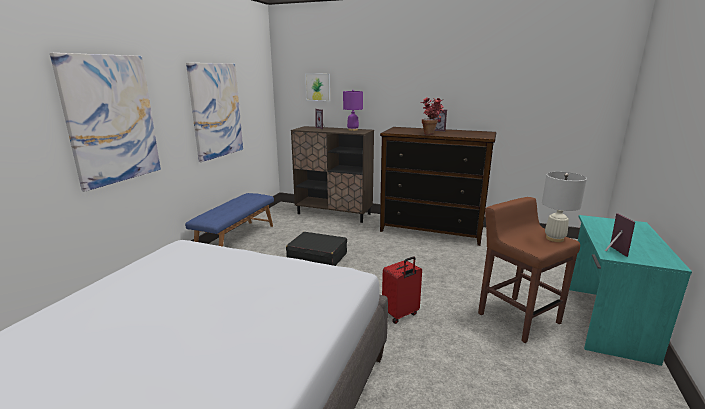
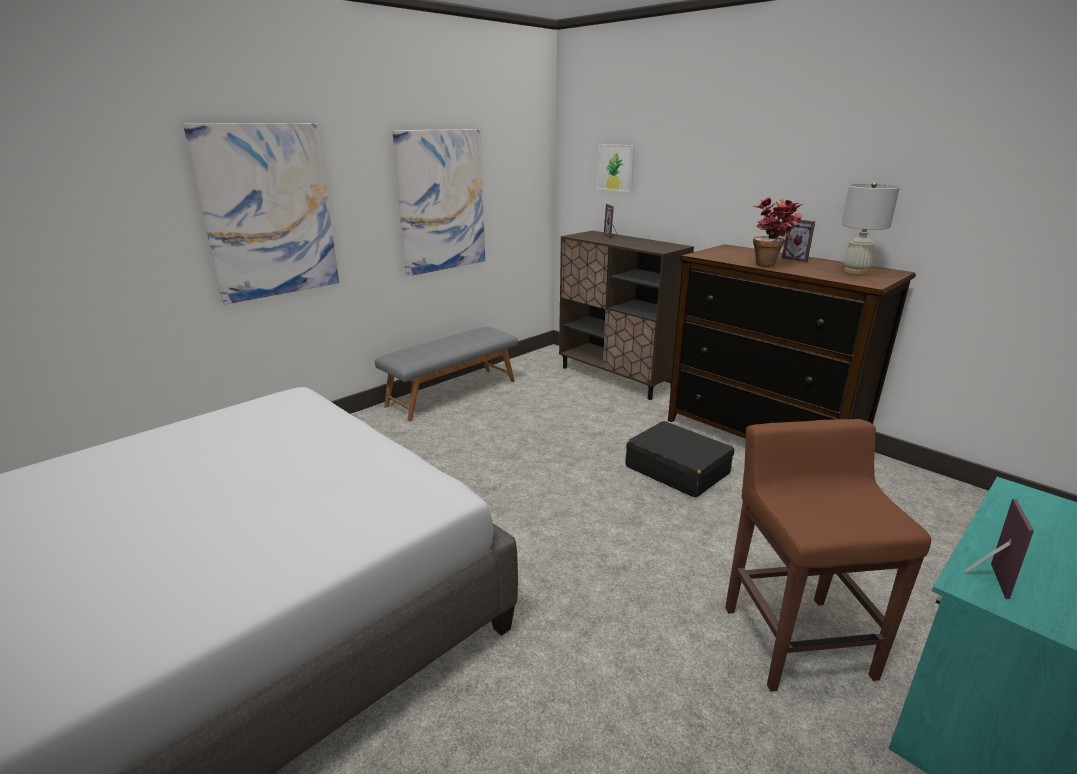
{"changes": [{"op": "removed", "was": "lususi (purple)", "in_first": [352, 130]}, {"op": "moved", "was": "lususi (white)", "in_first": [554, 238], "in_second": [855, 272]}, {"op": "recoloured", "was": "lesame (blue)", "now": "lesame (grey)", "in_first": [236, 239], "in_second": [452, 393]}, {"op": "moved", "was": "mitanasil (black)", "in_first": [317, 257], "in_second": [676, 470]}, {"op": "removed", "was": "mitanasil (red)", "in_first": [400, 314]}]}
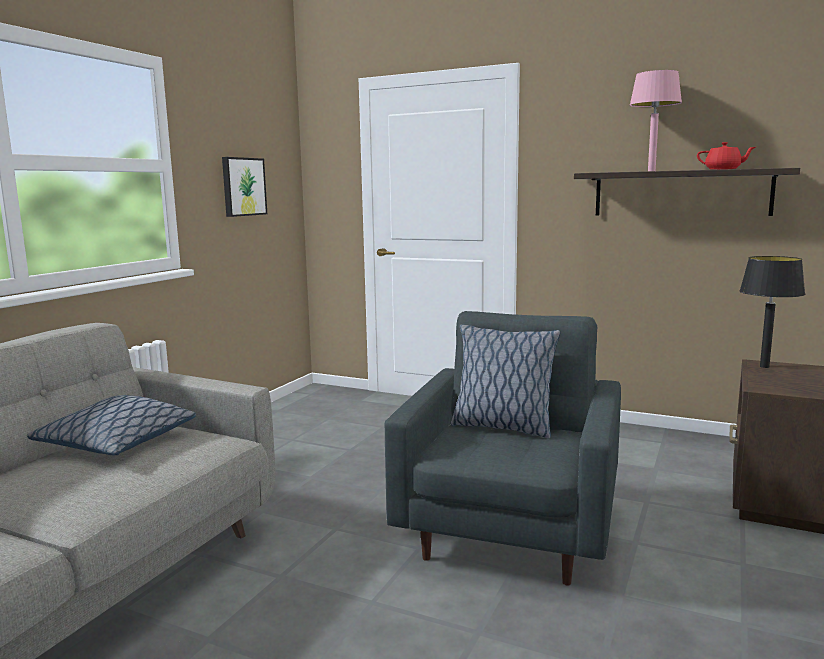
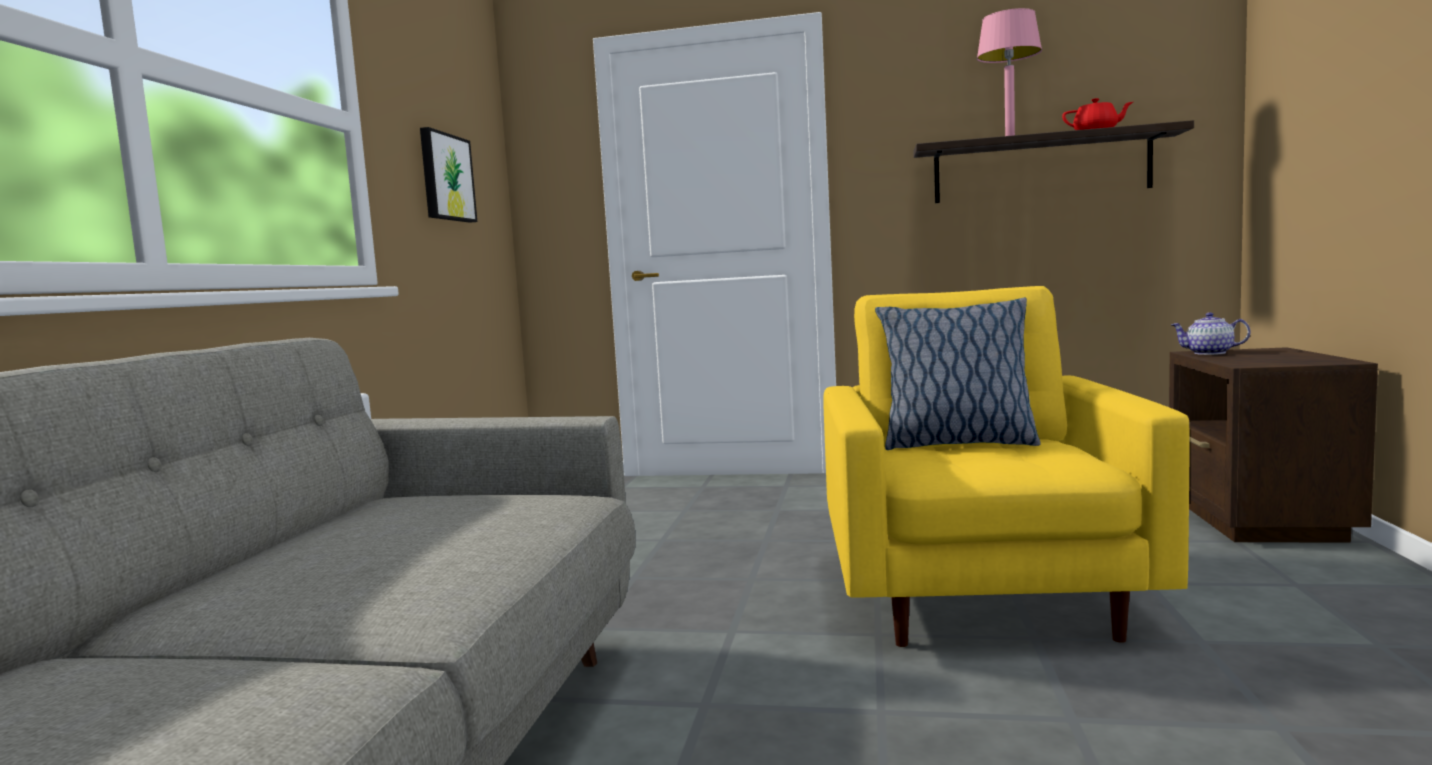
{"changes": [{"op": "replaced", "was": "lususi (black)", "now": "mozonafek", "in_first": [764, 366], "in_second": [1209, 353]}, {"op": "recoloured", "was": "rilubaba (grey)", "now": "rilubaba (yellow)", "in_first": [512, 530], "in_second": [981, 594]}, {"op": "removed", "was": "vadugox", "in_first": [118, 442]}]}
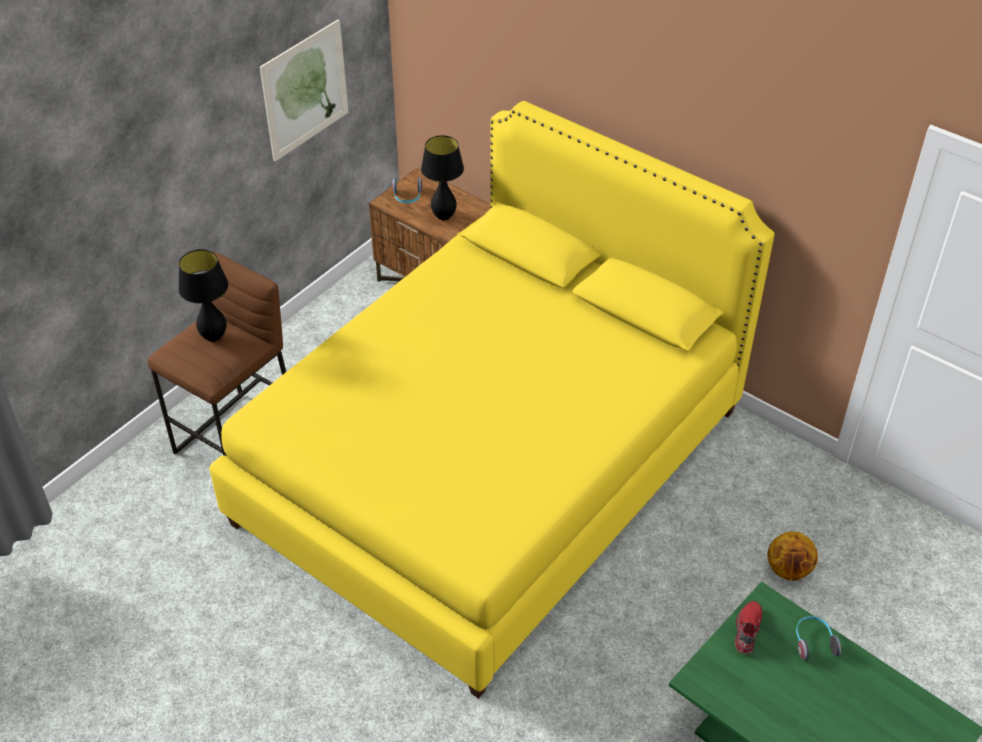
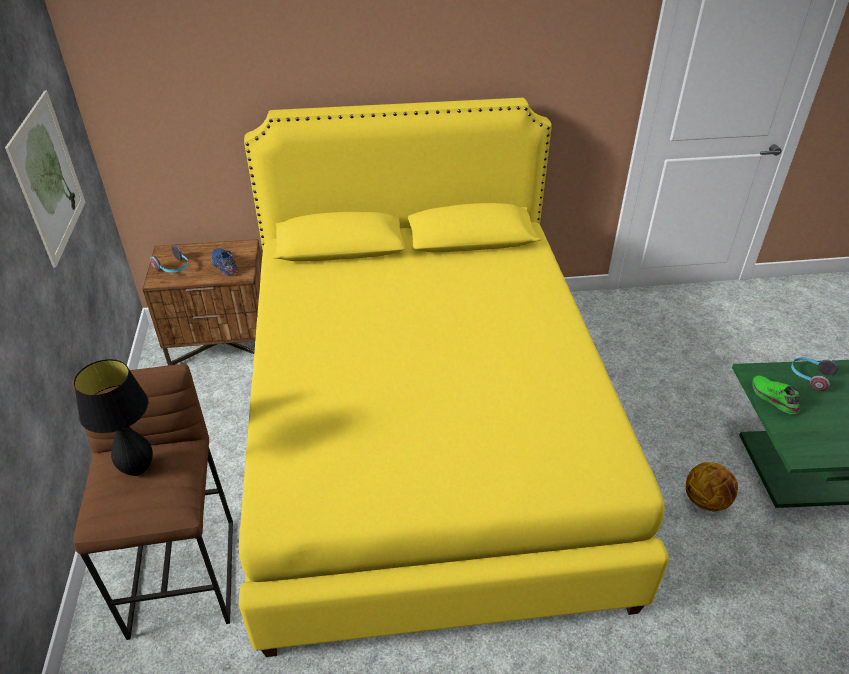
{"changes": [{"op": "replaced", "was": "lususi (black)", "now": "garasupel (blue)", "in_first": [444, 217], "in_second": [224, 265]}, {"op": "moved", "was": "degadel", "in_first": [789, 570], "in_second": [706, 501]}, {"op": "recoloured", "was": "garasupel (red)", "now": "garasupel (green)", "in_first": [746, 630], "in_second": [772, 398]}]}
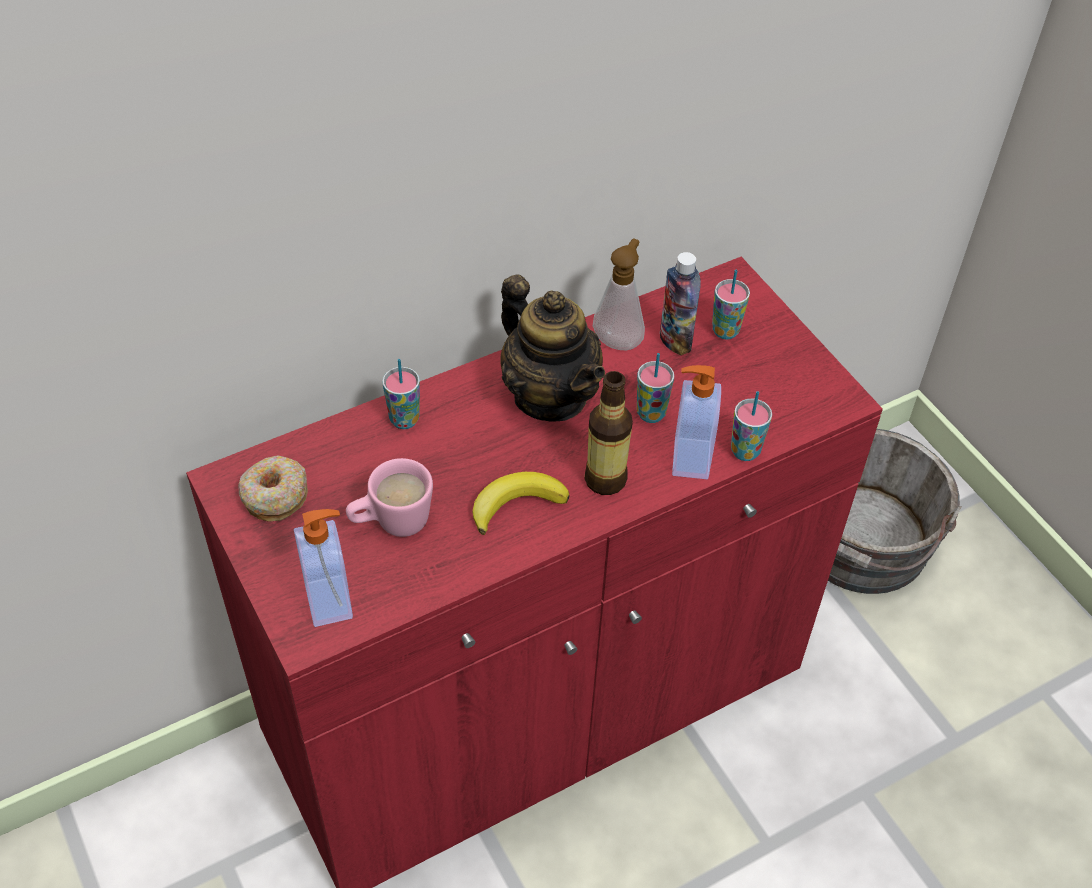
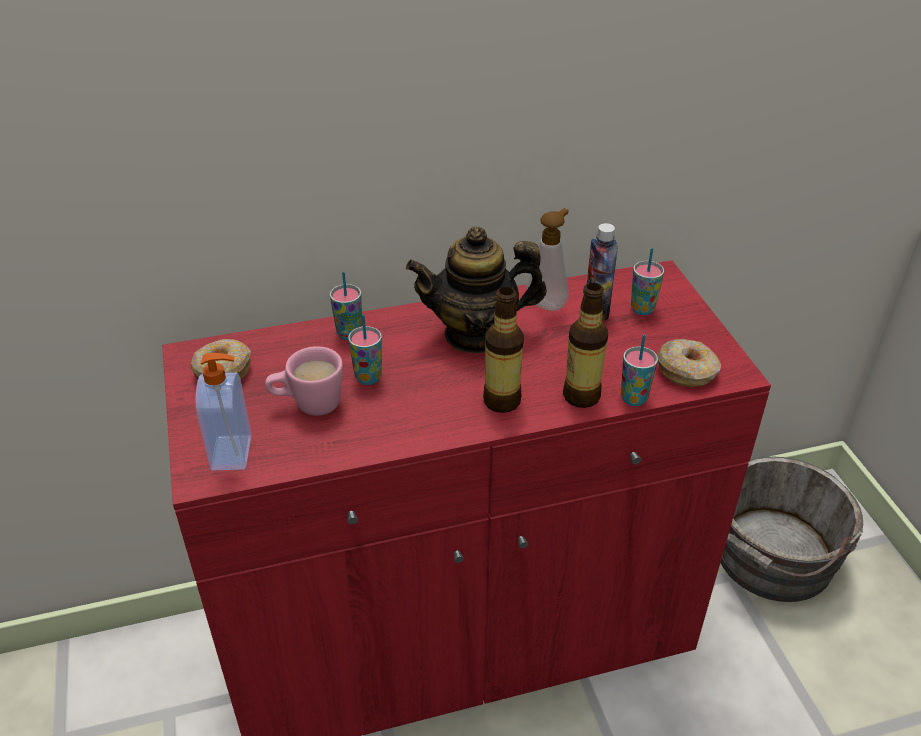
{"changes": [{"op": "turned", "was": "mozonafek", "in_first": [550, 396], "in_second": [476, 334], "clockwise": 105}, {"op": "moved", "was": "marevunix", "in_first": [651, 414], "in_second": [368, 377]}, {"op": "replaced", "was": "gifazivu", "now": "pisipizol", "in_first": [689, 458], "in_second": [581, 396]}, {"op": "removed", "was": "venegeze", "in_first": [516, 504]}, {"op": "added", "now": "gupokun", "in_second": [687, 371]}]}
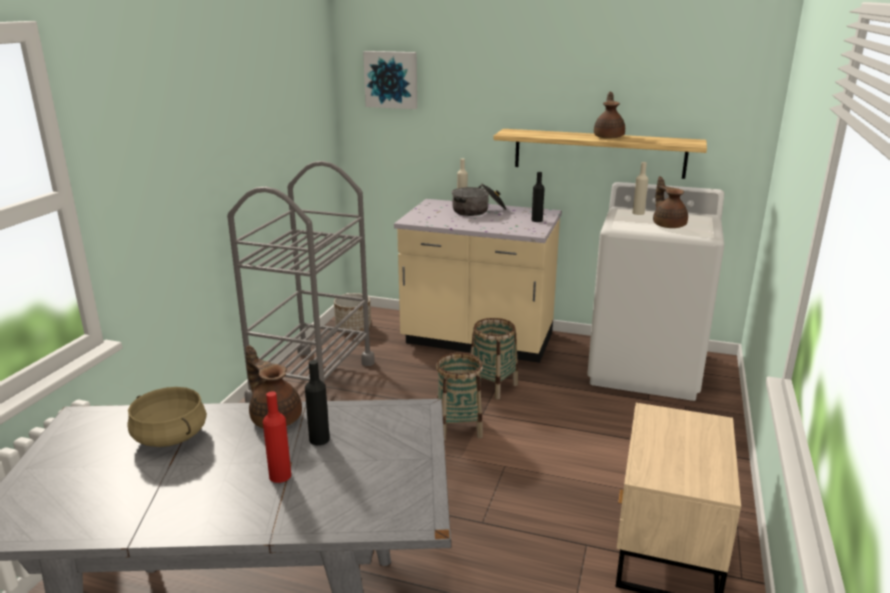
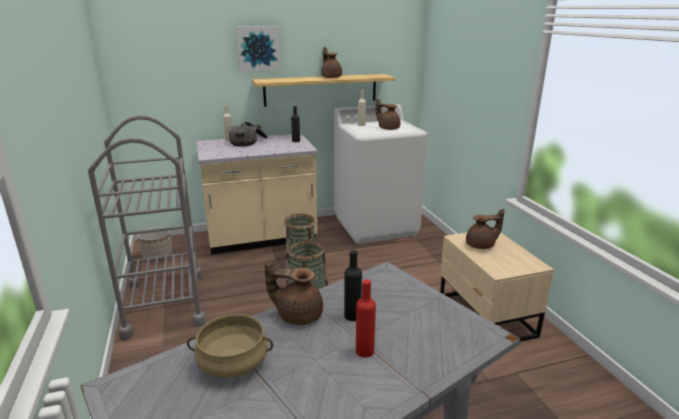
{"changes": [{"op": "moved", "was": "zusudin", "in_first": [391, 79], "in_second": [258, 48]}, {"op": "added", "now": "mozonafek (brown)", "in_second": [481, 245]}]}
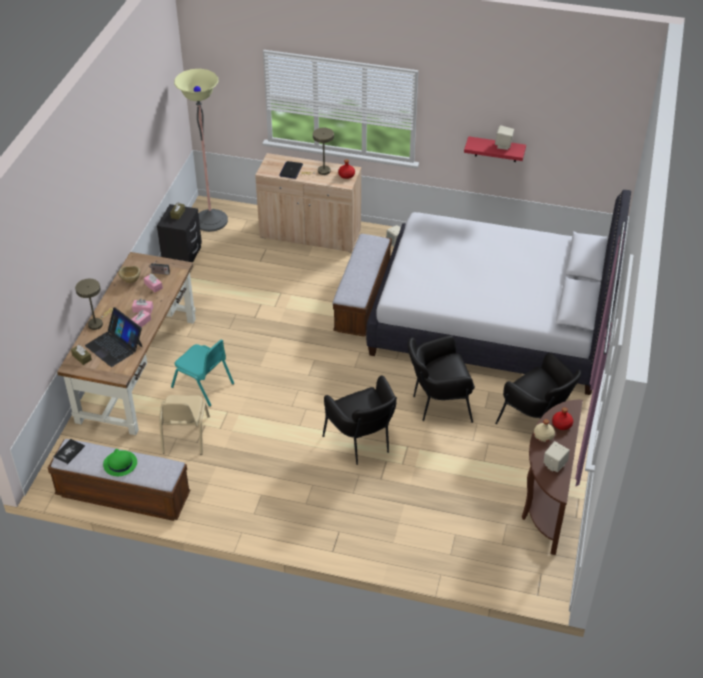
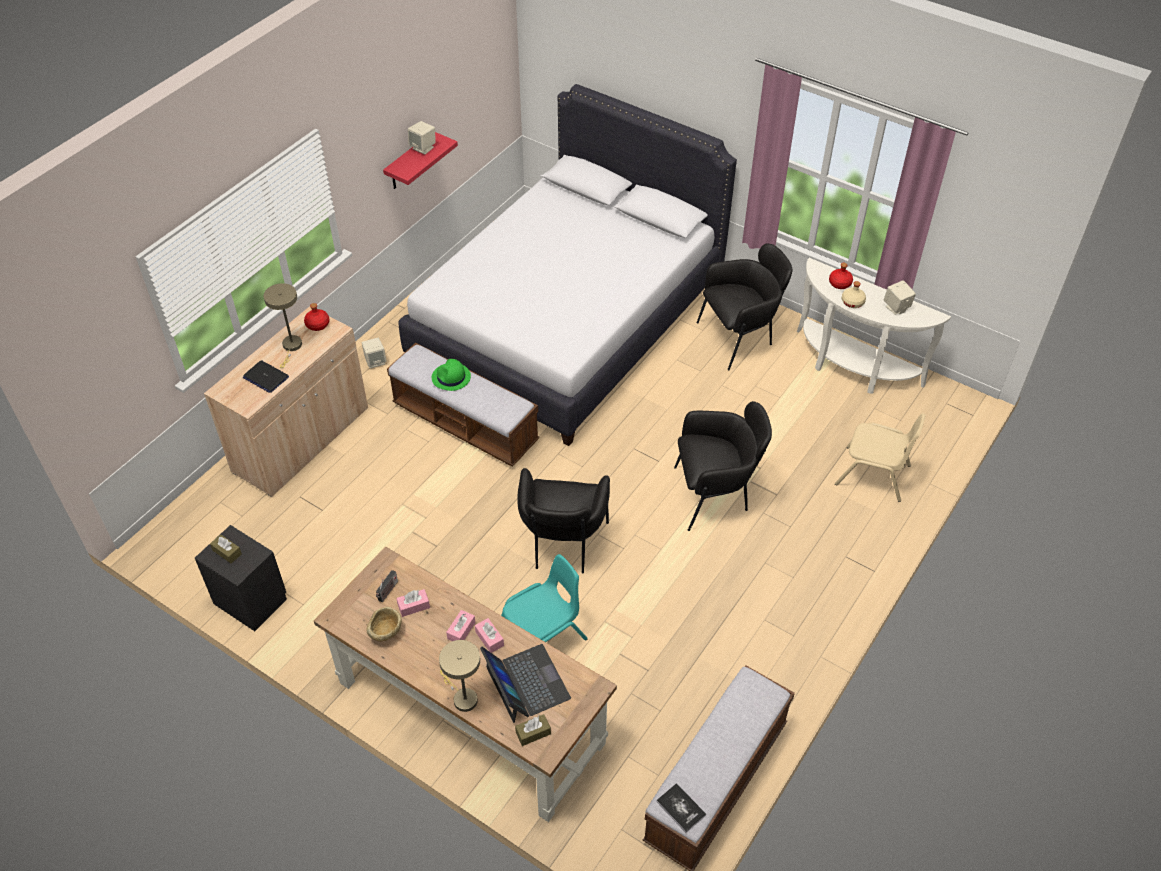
{"changes": [{"op": "removed", "was": "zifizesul", "in_first": [211, 221]}, {"op": "turned", "was": "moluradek", "in_first": [114, 346], "in_second": [526, 683], "clockwise": -90}, {"op": "moved", "was": "rilubaba (black)", "in_first": [438, 405], "in_second": [563, 547]}, {"op": "moved", "was": "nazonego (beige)", "in_first": [185, 435], "in_second": [873, 475]}, {"op": "recoloured", "was": "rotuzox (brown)", "now": "rotuzox (white)", "in_first": [545, 501], "in_second": [852, 367]}, {"op": "moved", "was": "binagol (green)", "in_first": [120, 464], "in_second": [451, 377]}]}
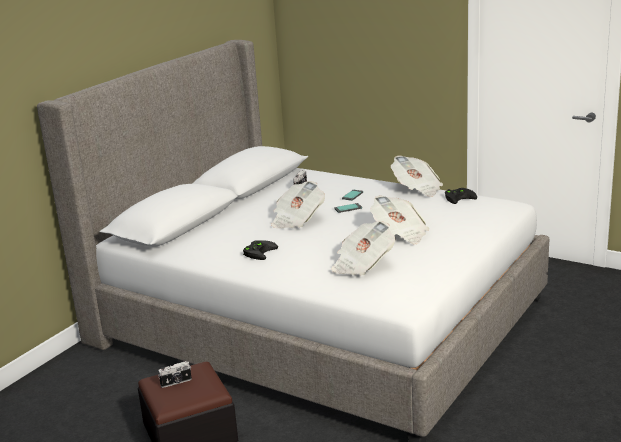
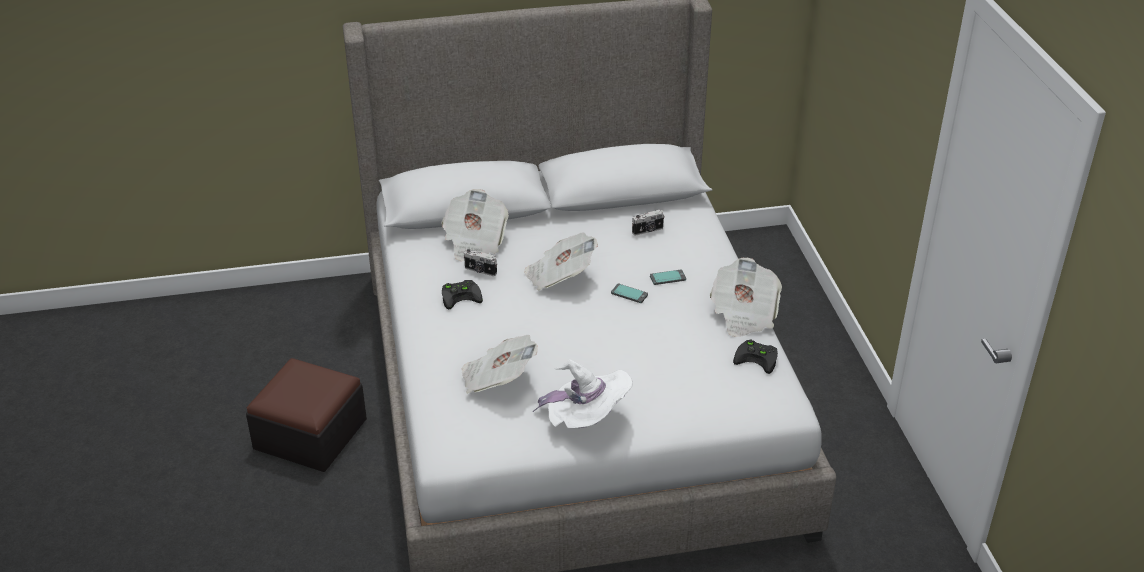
{"changes": [{"op": "moved", "was": "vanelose", "in_first": [400, 234], "in_second": [474, 241]}, {"op": "moved", "was": "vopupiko", "in_first": [176, 382], "in_second": [480, 271]}, {"op": "added", "now": "binagol (white)", "in_second": [586, 420]}]}
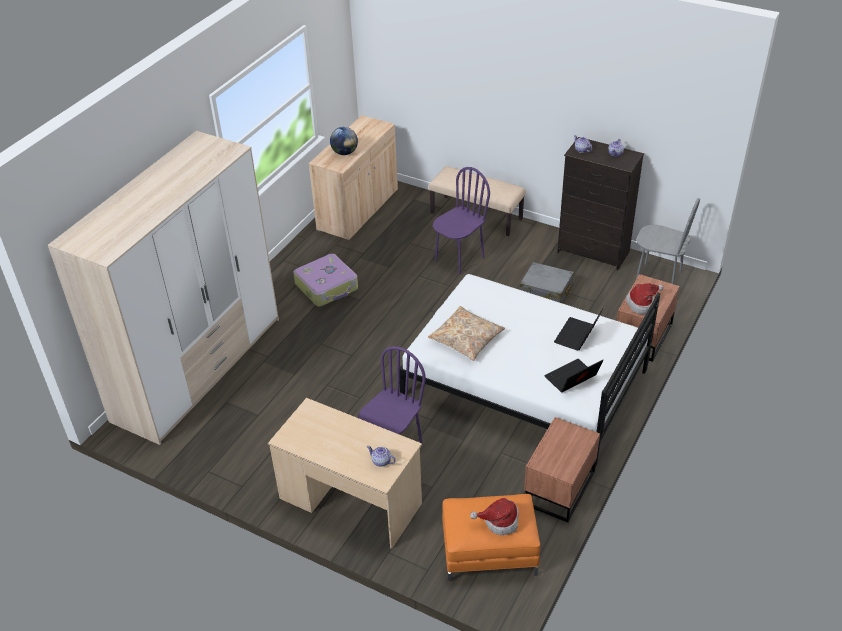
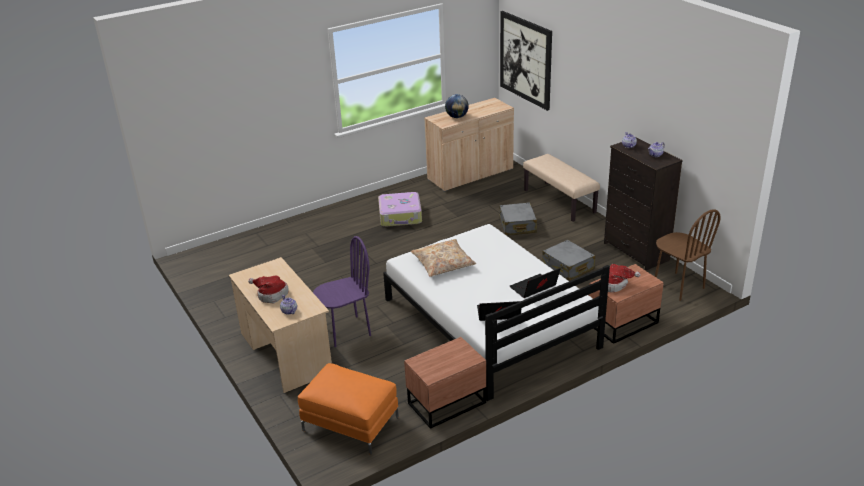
{"changes": [{"op": "removed", "was": "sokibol", "in_first": [199, 368]}, {"op": "replaced", "was": "nazonego (purple)", "now": "mitanasil (grey)", "in_first": [459, 259], "in_second": [517, 226]}, {"op": "recoloured", "was": "nazonego (grey)", "now": "nazonego (brown)", "in_first": [658, 277], "in_second": [678, 286]}, {"op": "moved", "was": "binagol", "in_first": [499, 521], "in_second": [271, 295]}, {"op": "added", "now": "zusudin", "in_second": [525, 59]}]}
